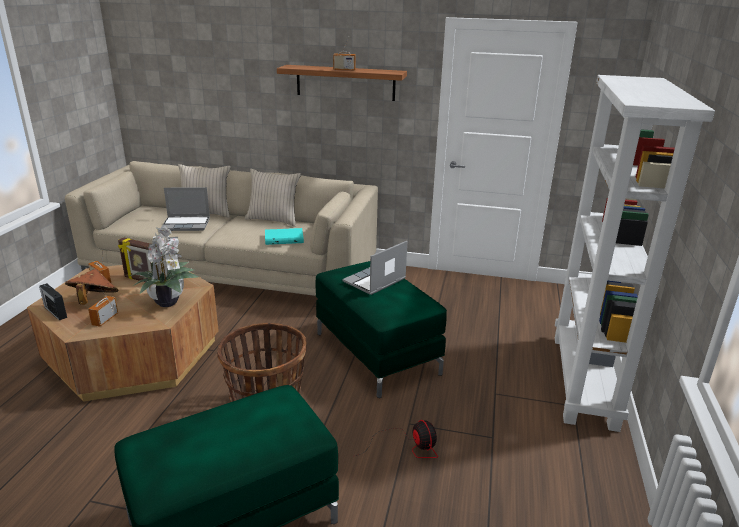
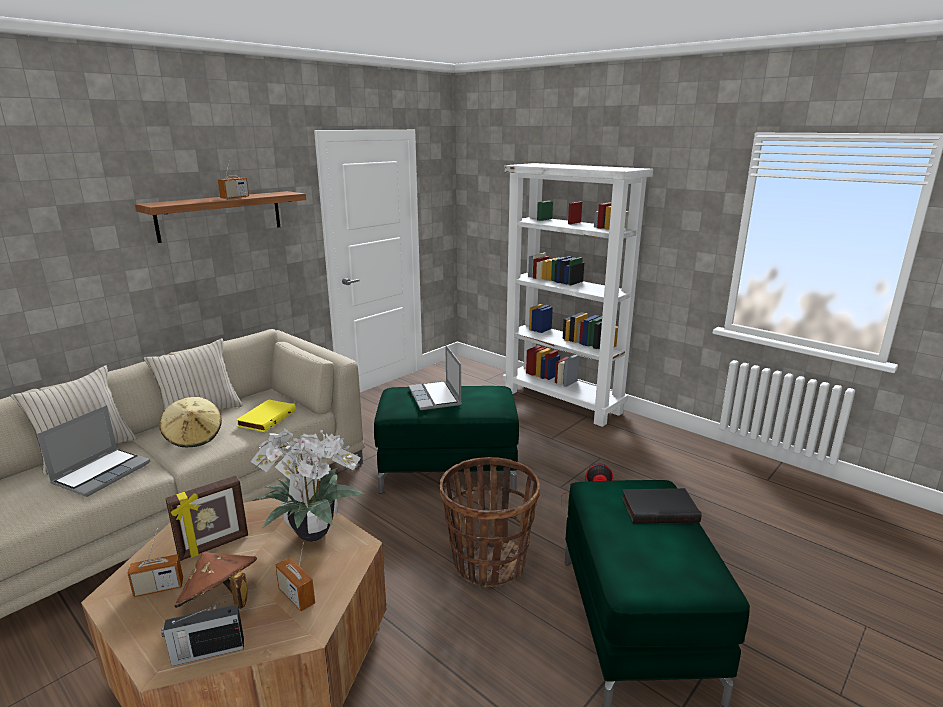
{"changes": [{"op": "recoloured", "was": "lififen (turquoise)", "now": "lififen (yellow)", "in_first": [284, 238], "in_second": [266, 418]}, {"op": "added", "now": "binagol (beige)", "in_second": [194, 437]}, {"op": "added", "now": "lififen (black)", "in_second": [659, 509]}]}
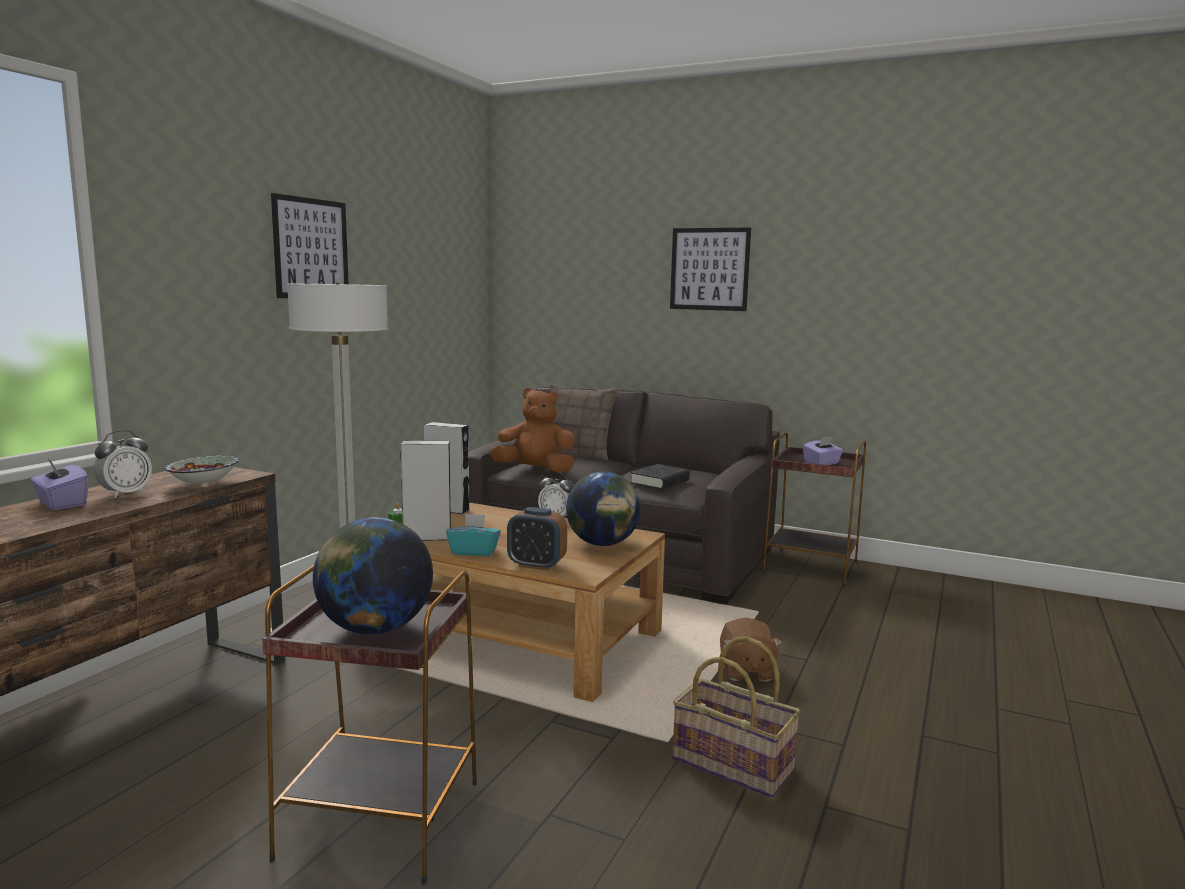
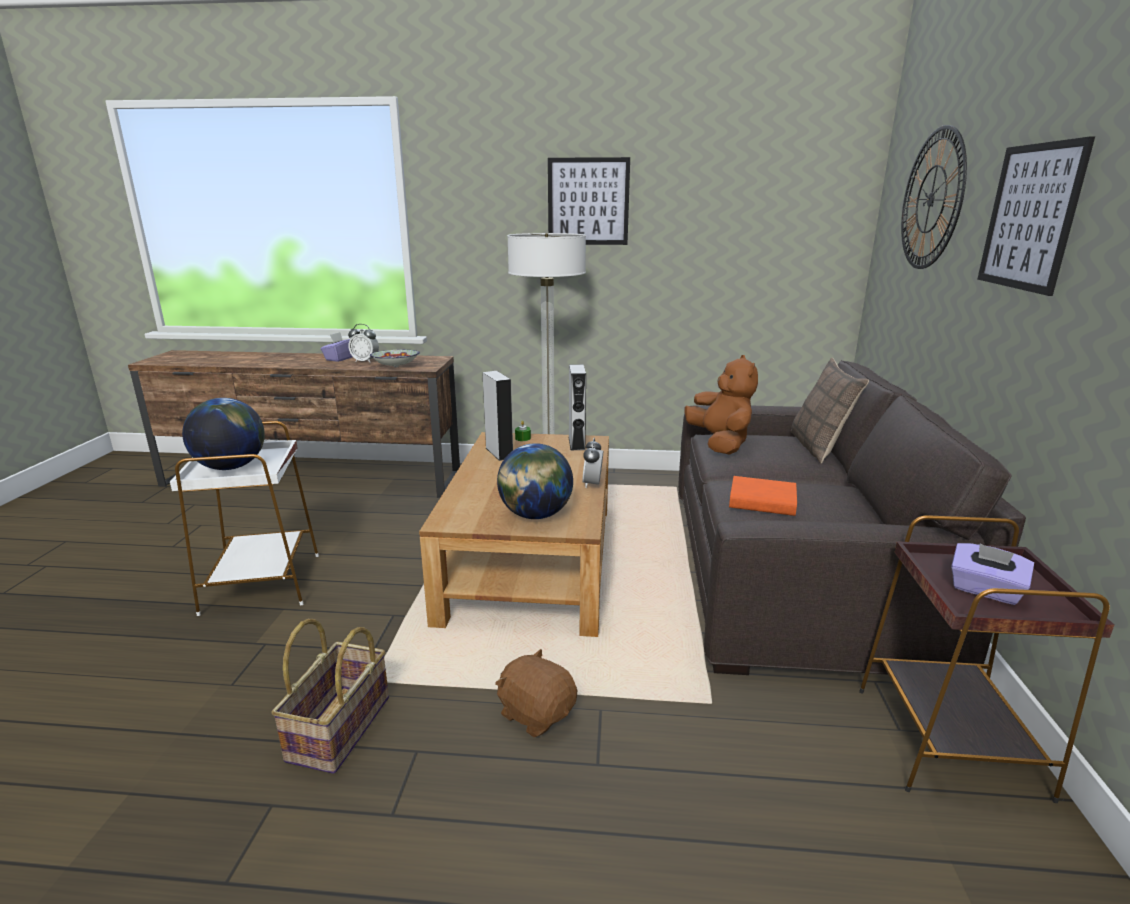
{"changes": [{"op": "recoloured", "was": "lififen (black)", "now": "lififen (orange)", "in_first": [660, 482], "in_second": [762, 502]}, {"op": "removed", "was": "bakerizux", "in_first": [536, 565]}, {"op": "removed", "was": "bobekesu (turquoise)", "in_first": [474, 552]}, {"op": "recoloured", "was": "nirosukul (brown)", "now": "nirosukul (white)", "in_first": [379, 818], "in_second": [263, 582]}, {"op": "turned", "was": "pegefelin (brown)", "in_first": [746, 671], "in_second": [536, 713], "clockwise": 60}, {"op": "added", "now": "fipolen", "in_second": [931, 199]}]}
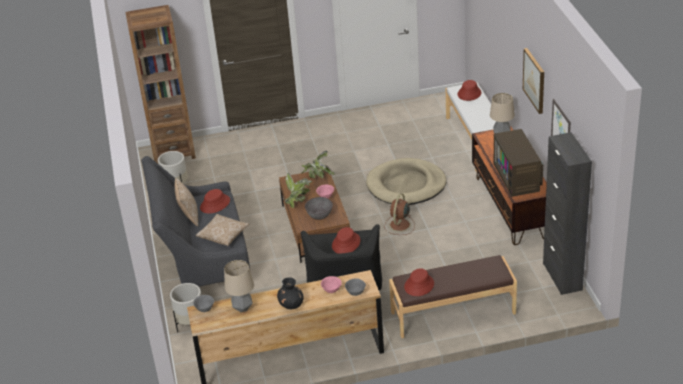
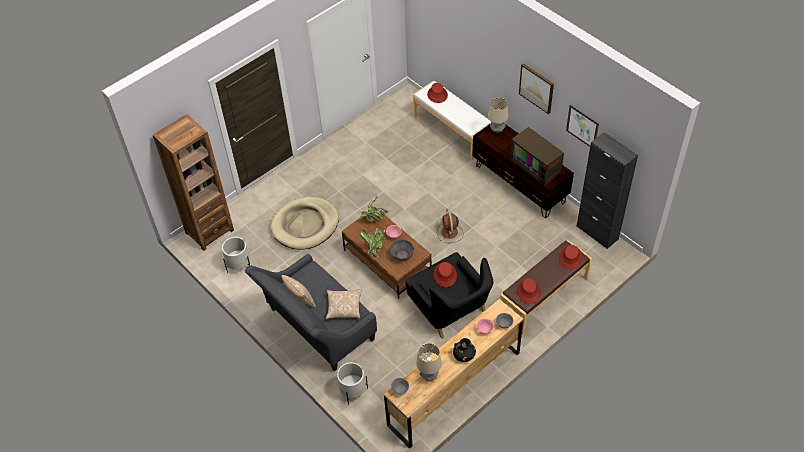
{"changes": [{"op": "moved", "was": "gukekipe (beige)", "in_first": [406, 185], "in_second": [305, 225]}, {"op": "moved", "was": "binagol (red)", "in_first": [215, 204], "in_second": [570, 258]}]}
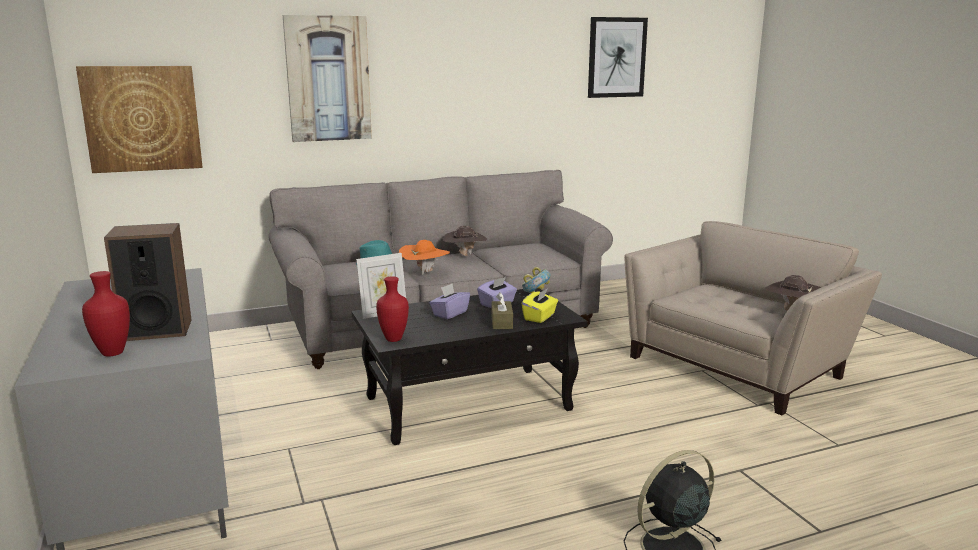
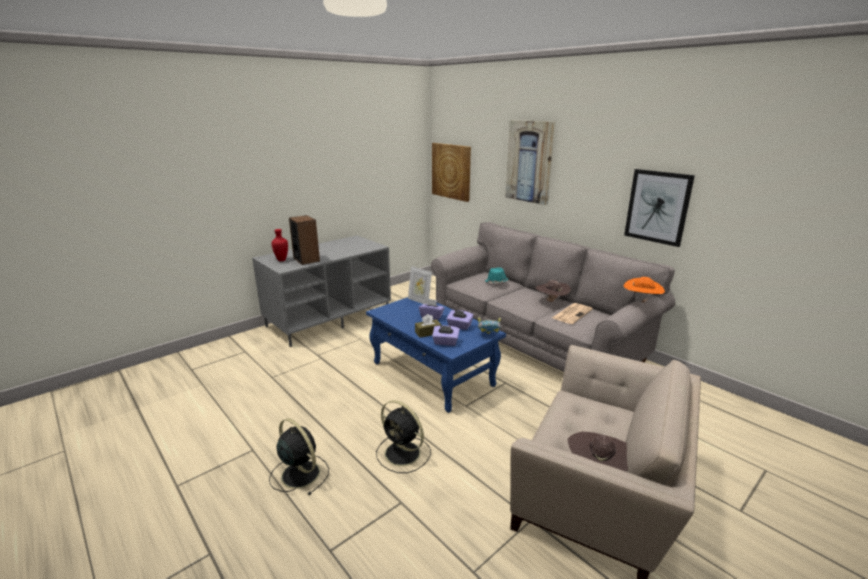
{"changes": [{"op": "moved", "was": "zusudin", "in_first": [616, 57], "in_second": [657, 207]}, {"op": "moved", "was": "binagol (orange)", "in_first": [425, 272], "in_second": [641, 302]}, {"op": "removed", "was": "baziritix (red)", "in_first": [394, 339]}, {"op": "recoloured", "was": "bobekesu (yellow)", "now": "bobekesu (purple)", "in_first": [540, 317], "in_second": [445, 342]}, {"op": "recoloured", "was": "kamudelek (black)", "now": "kamudelek (blue)", "in_first": [469, 403], "in_second": [433, 374]}, {"op": "added", "now": "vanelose", "in_second": [572, 313]}, {"op": "added", "now": "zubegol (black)", "in_second": [404, 454]}]}
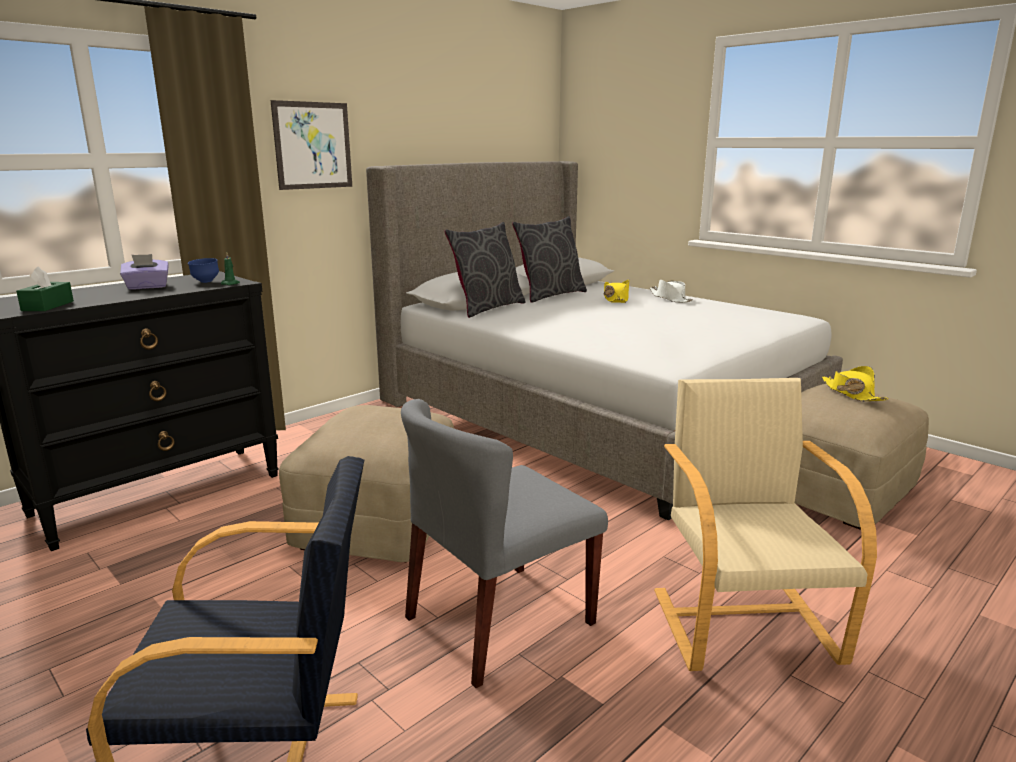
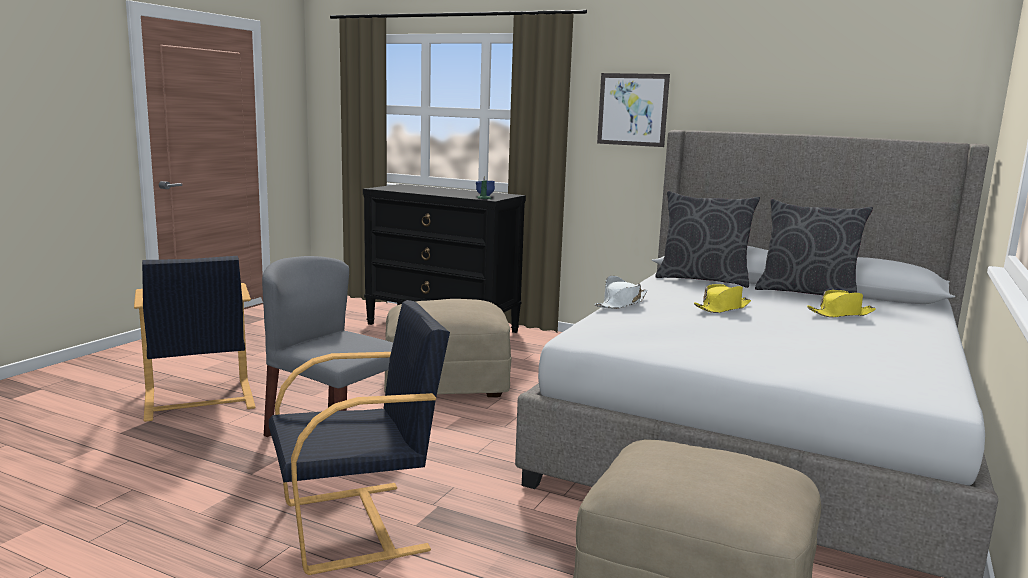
{"changes": [{"op": "removed", "was": "bobekesu (purple)", "in_first": [147, 287]}, {"op": "removed", "was": "bobekesu (green)", "in_first": [48, 306]}, {"op": "moved", "was": "binagol (white)", "in_first": [670, 298], "in_second": [621, 303]}, {"op": "moved", "was": "binagol (yellow)", "in_first": [851, 393], "in_second": [722, 308]}, {"op": "recoloured", "was": "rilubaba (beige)", "now": "rilubaba (black)", "in_first": [744, 623], "in_second": [358, 525]}]}
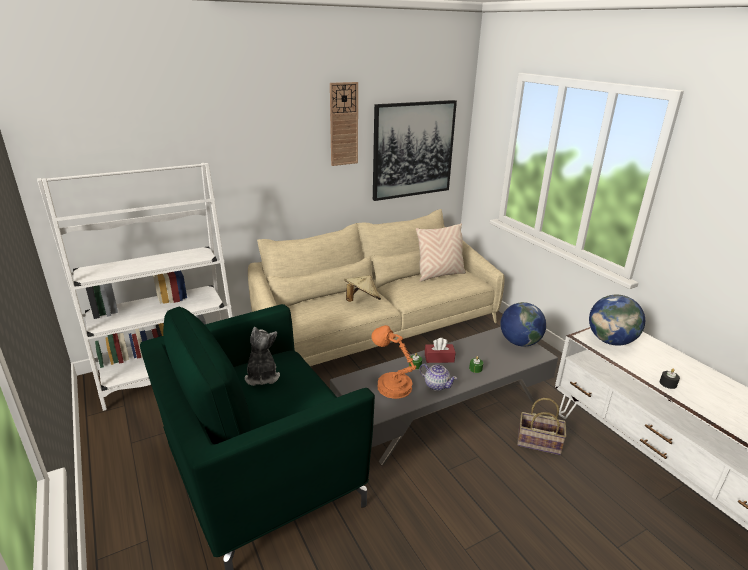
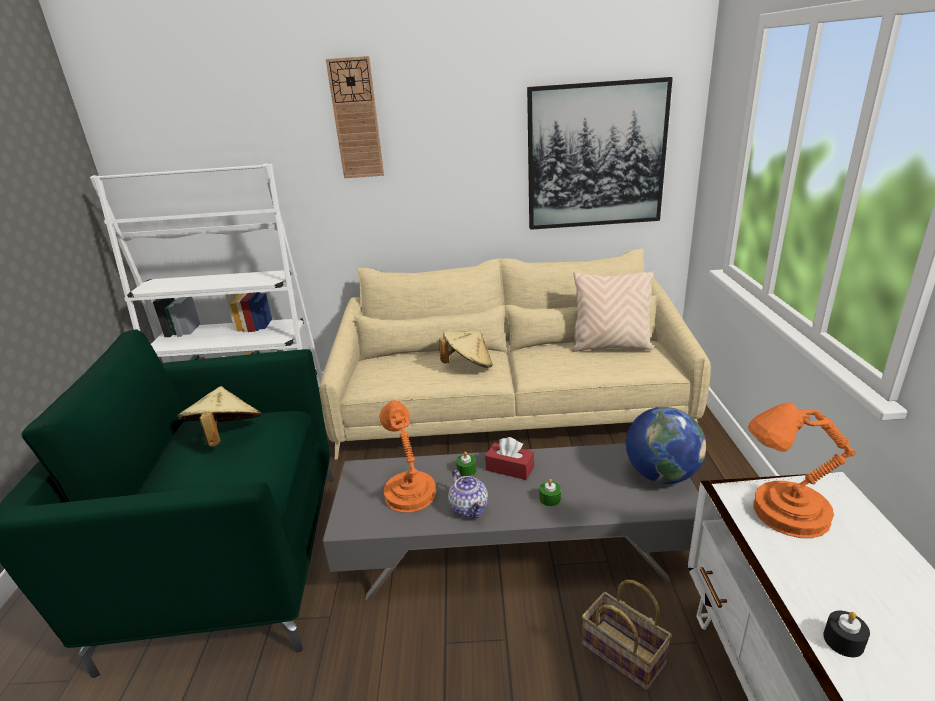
{"changes": [{"op": "moved", "was": "fipolen", "in_first": [343, 124], "in_second": [356, 119]}, {"op": "replaced", "was": "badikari", "now": "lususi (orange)", "in_first": [610, 341], "in_second": [785, 513]}, {"op": "replaced", "was": "pegefelin", "now": "binagol (beige)", "in_first": [262, 376], "in_second": [225, 436]}]}
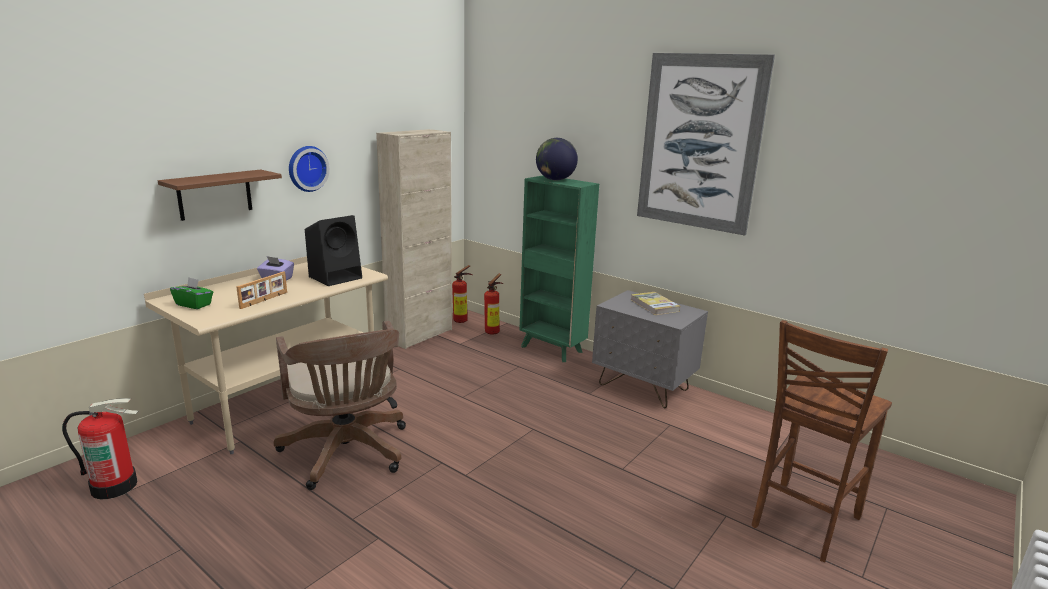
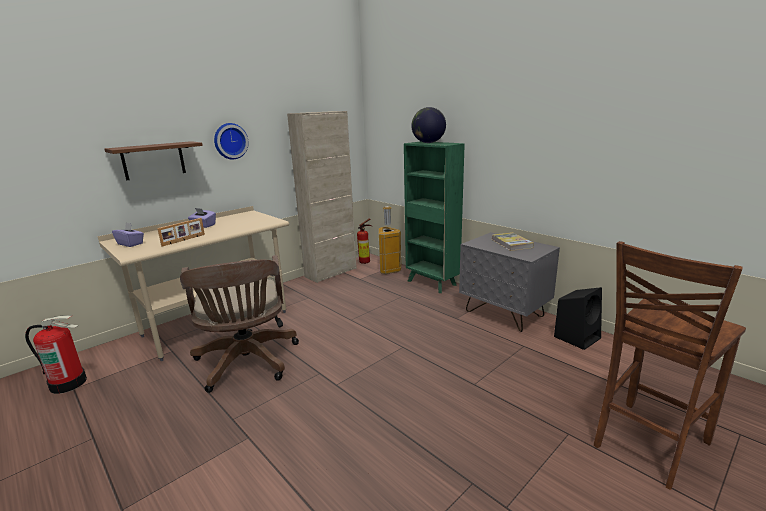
{"changes": [{"op": "removed", "was": "zusudin", "in_first": [699, 143]}, {"op": "moved", "was": "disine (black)", "in_first": [336, 277], "in_second": [577, 337]}, {"op": "replaced", "was": "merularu", "now": "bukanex", "in_first": [494, 331], "in_second": [388, 270]}, {"op": "recoloured", "was": "bobekesu (green)", "now": "bobekesu (purple)", "in_first": [194, 304], "in_second": [130, 244]}]}
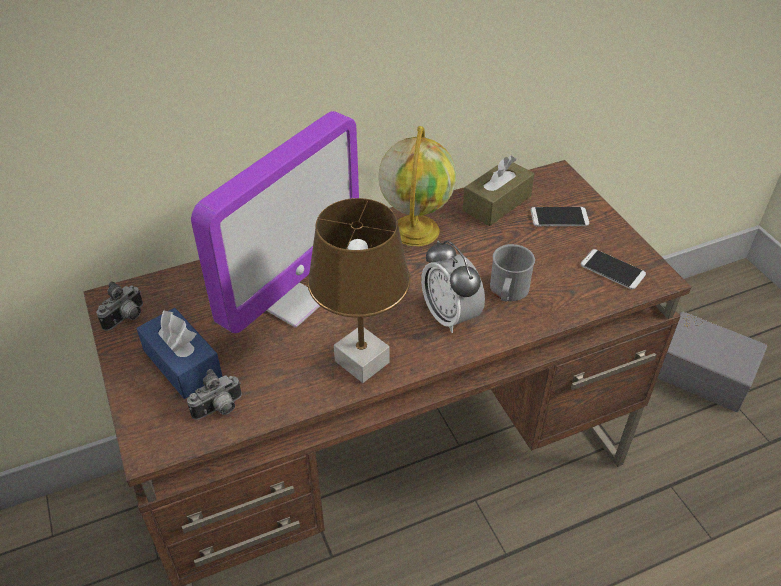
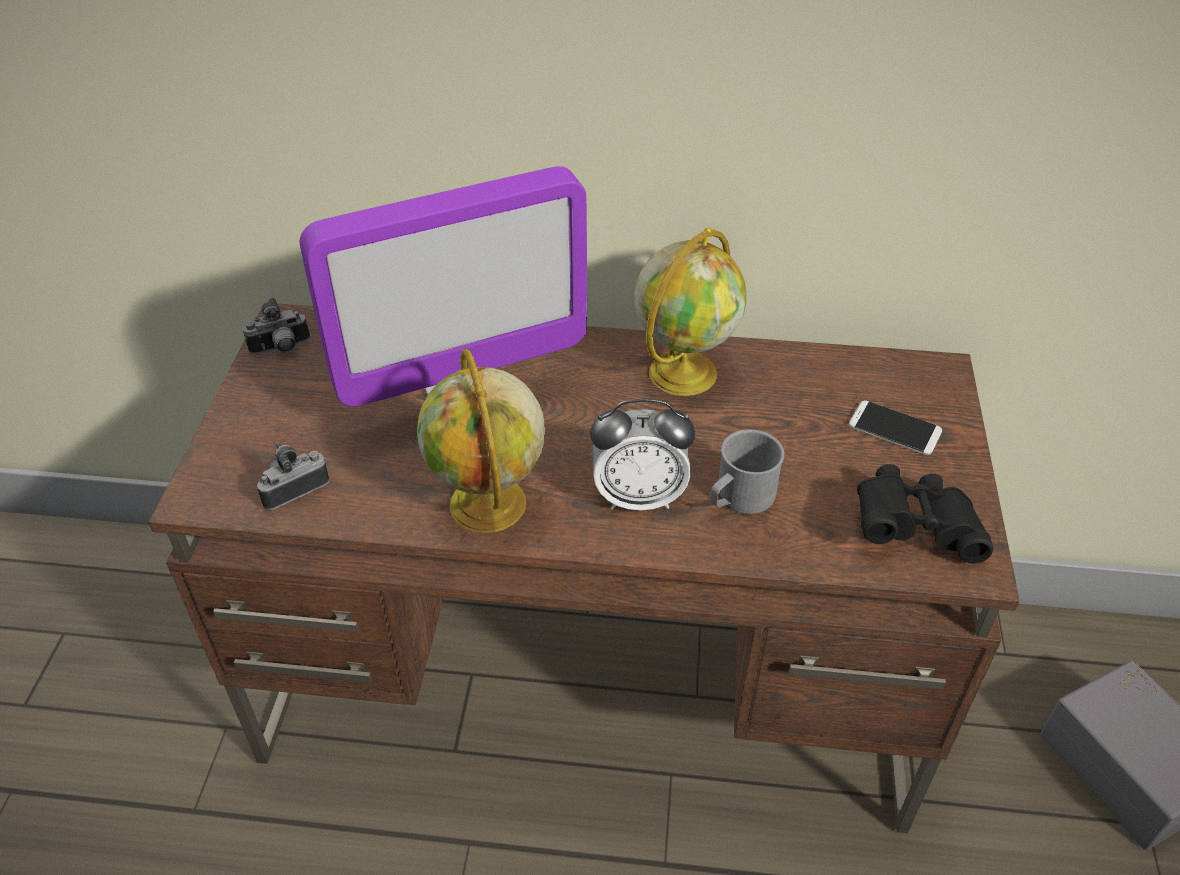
{"changes": [{"op": "removed", "was": "bobekesu (brown)", "in_first": [497, 203]}, {"op": "replaced", "was": "lususi (brown)", "now": "badikari", "in_first": [363, 361], "in_second": [489, 505]}, {"op": "turned", "was": "bakerizux", "in_first": [450, 316], "in_second": [639, 496], "clockwise": -90}, {"op": "replaced", "was": "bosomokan", "now": "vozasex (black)", "in_first": [612, 270], "in_second": [914, 528]}, {"op": "removed", "was": "bobekesu (blue)", "in_first": [182, 363]}, {"op": "turned", "was": "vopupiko", "in_first": [219, 409], "in_second": [293, 489], "clockwise": 150}]}
